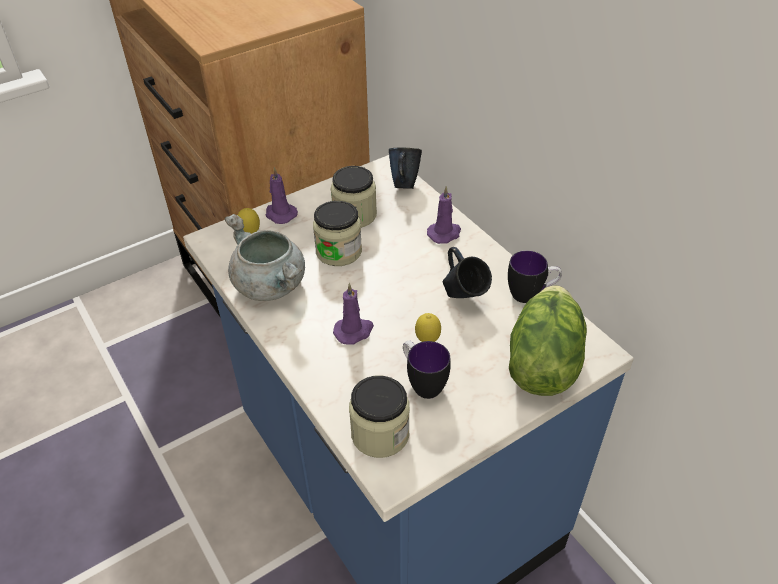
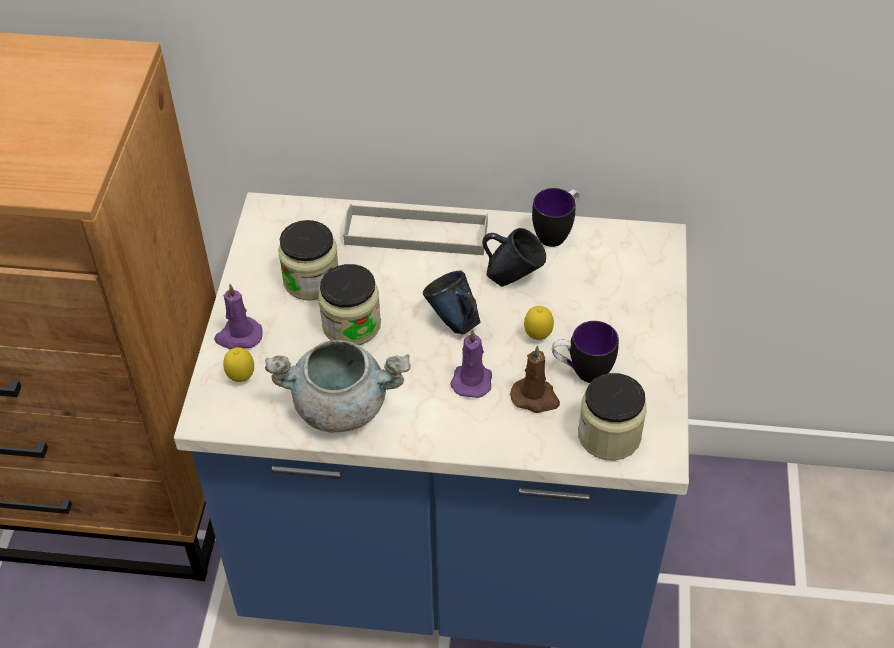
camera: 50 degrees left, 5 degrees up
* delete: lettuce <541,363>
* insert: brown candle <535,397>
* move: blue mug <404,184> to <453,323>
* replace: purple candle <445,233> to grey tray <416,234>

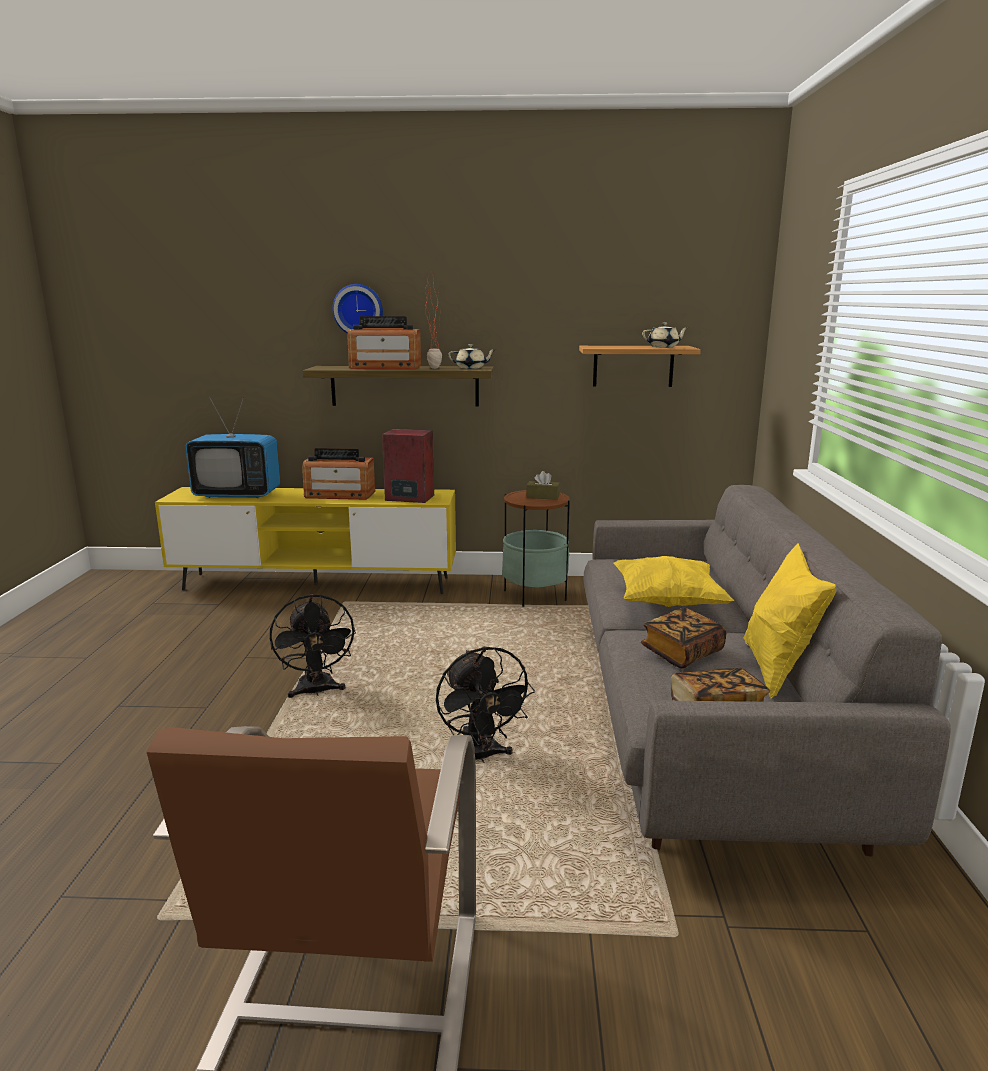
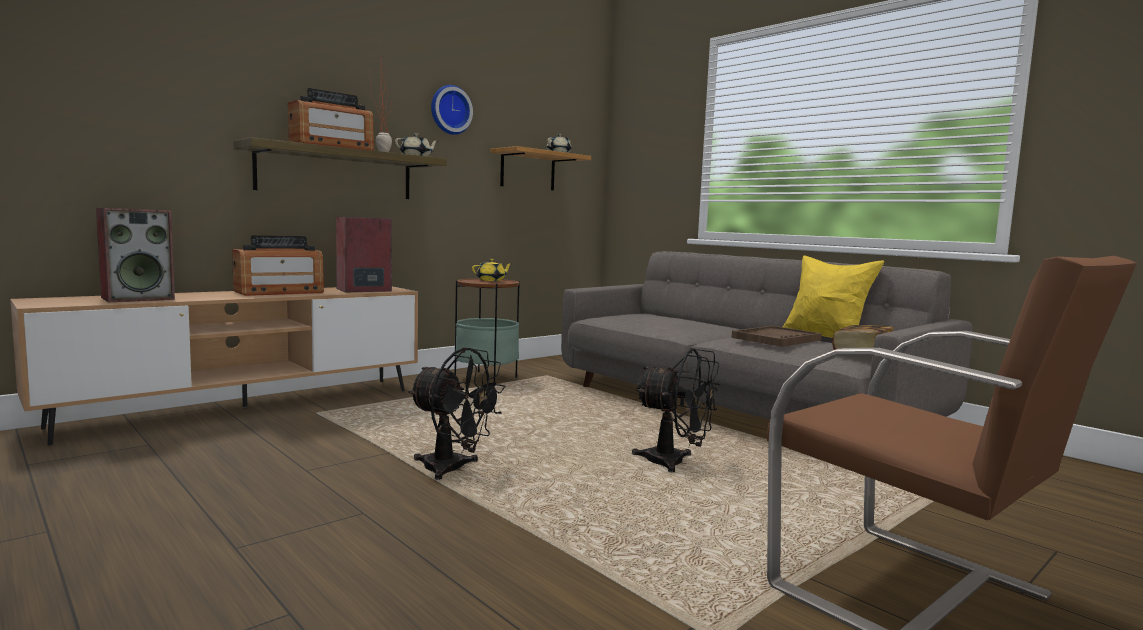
camera: 45 degrees left, 10 degrees down
* delete: yellow pillow <667,603>
* move: wall clock <358,310> to <449,110>
* replace: television <237,495> to speaker <139,298>
* replace: brown tissue box <543,496> to yellow teapot <491,280>
* replace: book <682,653> to brown tray <776,339>
* recolor: yellow tv stand <315,584> to brown tv stand <245,408>

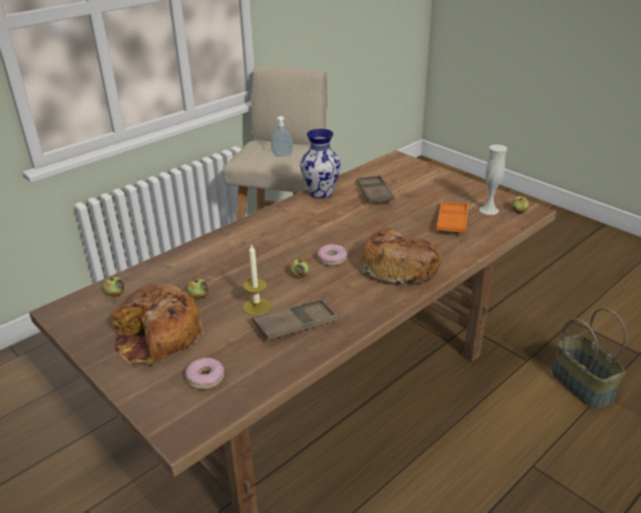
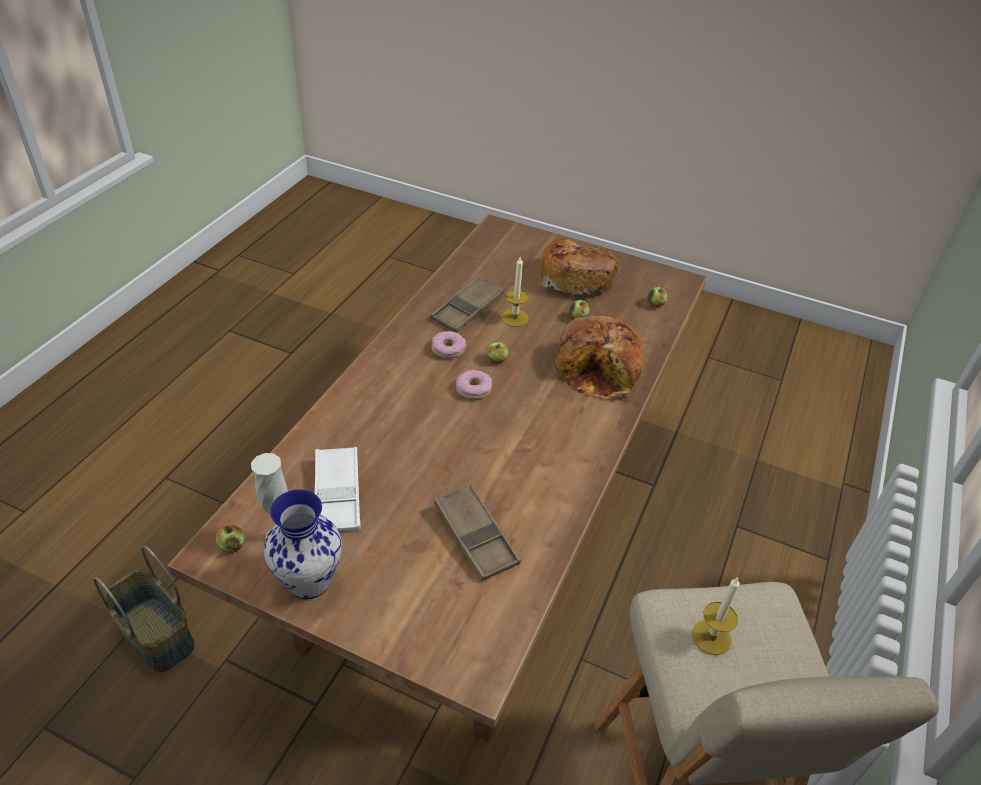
camera: 155 degrees right, 10 degrees up
* move: donut <205,378> to <448,349>
* move: vase <321,192> to <308,582>
* move: bread <399,266> to <599,369>
* replace: soap dispenser <282,155> to candle <711,637>
* recolor: orange tray <452,221> to white tray <337,494>

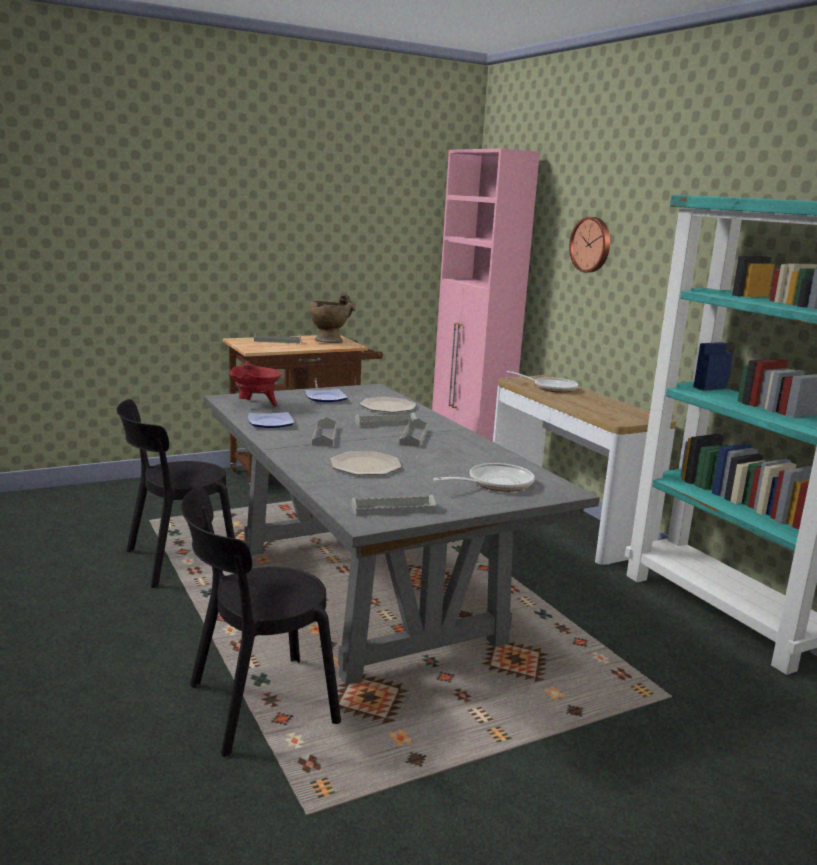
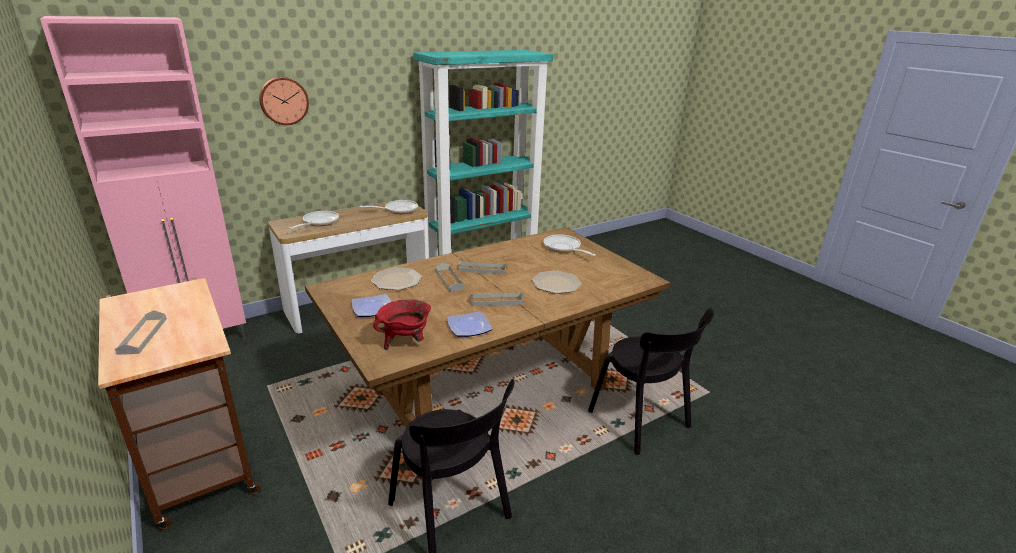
camera: 95 degrees left, 10 degrees up
* delete: beige vase <331,341>
* delete: grey tray <393,509>
* insert: frying pan <398,210>
* recolor: grey dining table <363,593> to brown dining table <489,390>

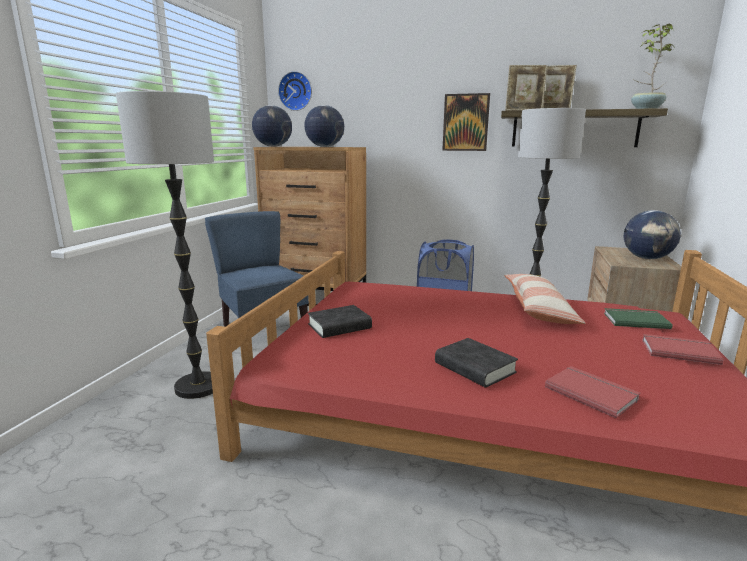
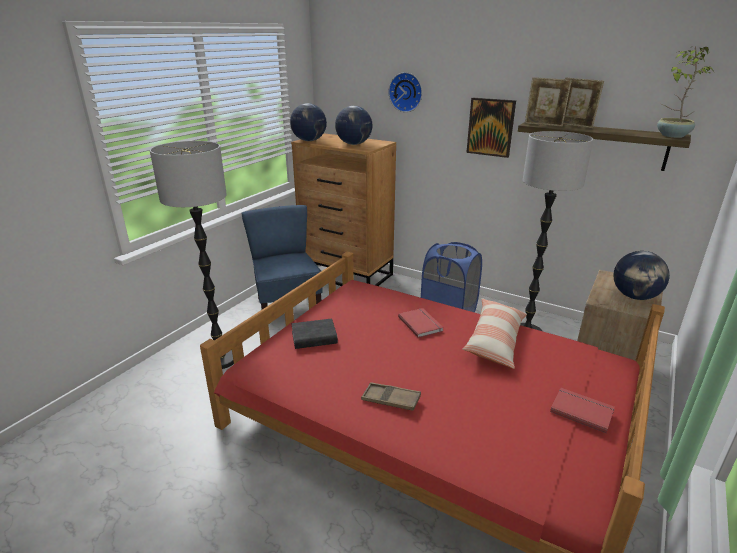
camera: 15 degrees right, 10 degrees up
* delete: green book <635,320>
* move: wall clock <296,91> to <406,92>
* move: red book <591,392> to <421,323>
* replace: black book <474,368> to brown tray <391,400>

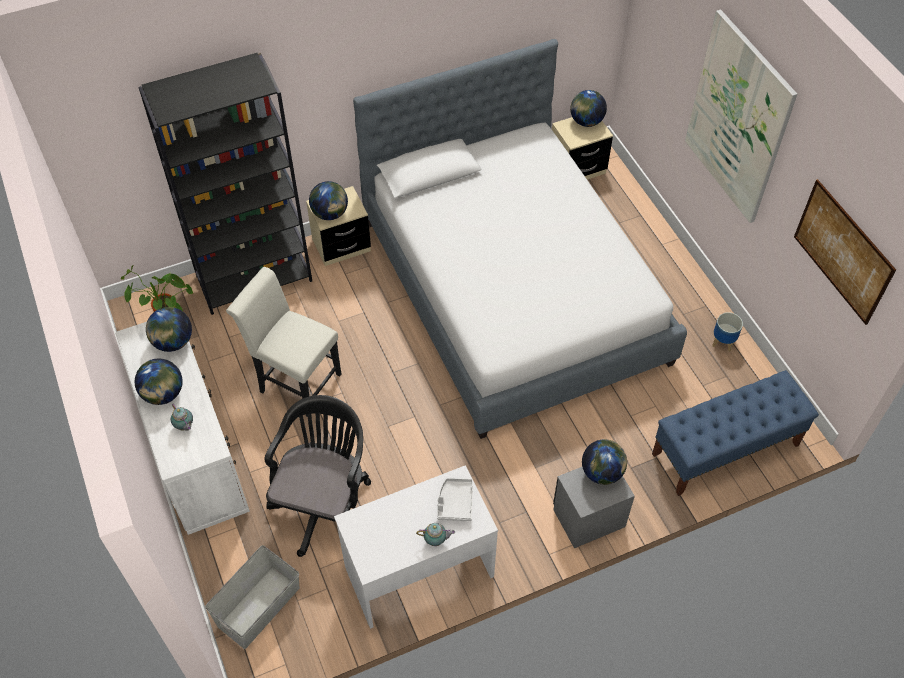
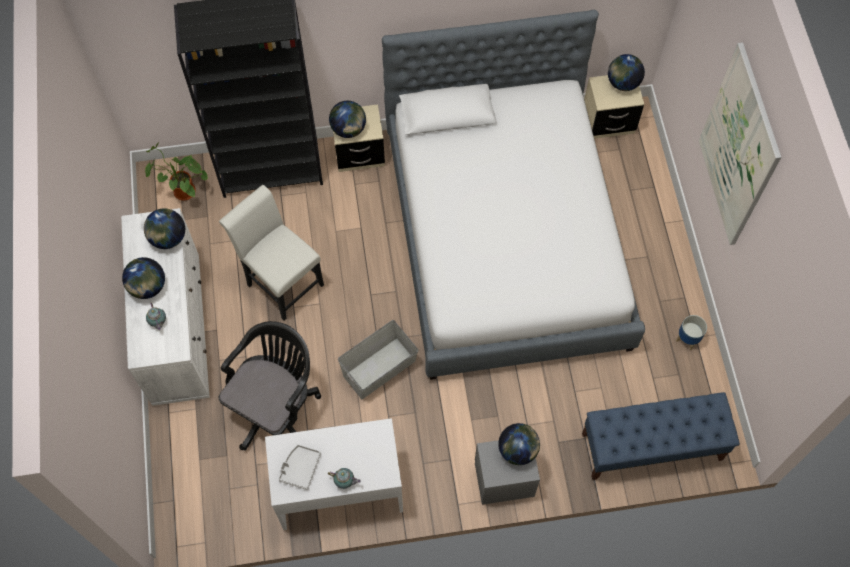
camera: 15 degrees right, 10 degrees up
* delete: picture <842,251>
* move: grey storage box <258,607> to <378,368>
* move: grey tray <455,503> to <300,468>

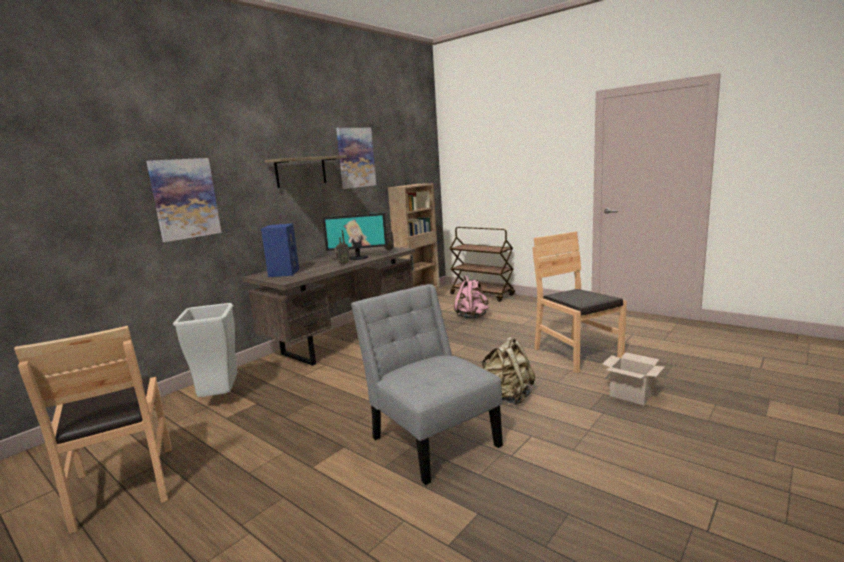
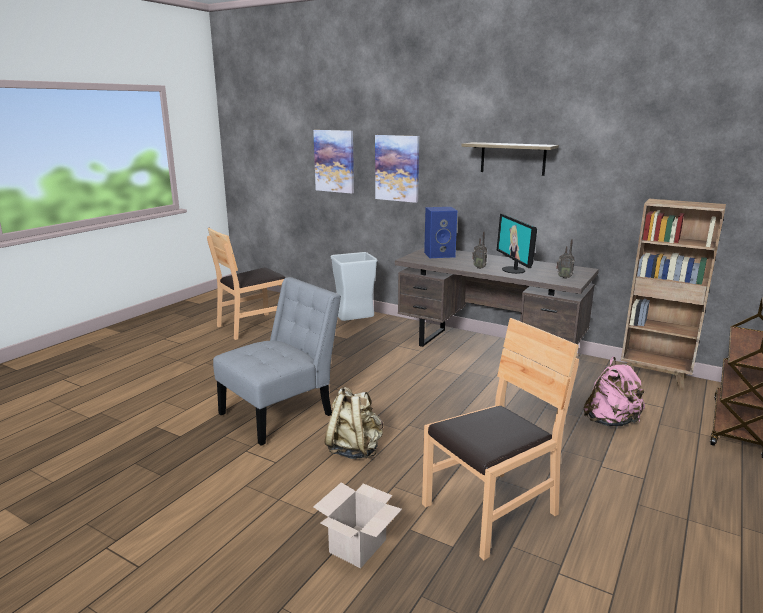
camera: 80 degrees right, 5 degrees up
* move: picture <356,157> to <334,161>

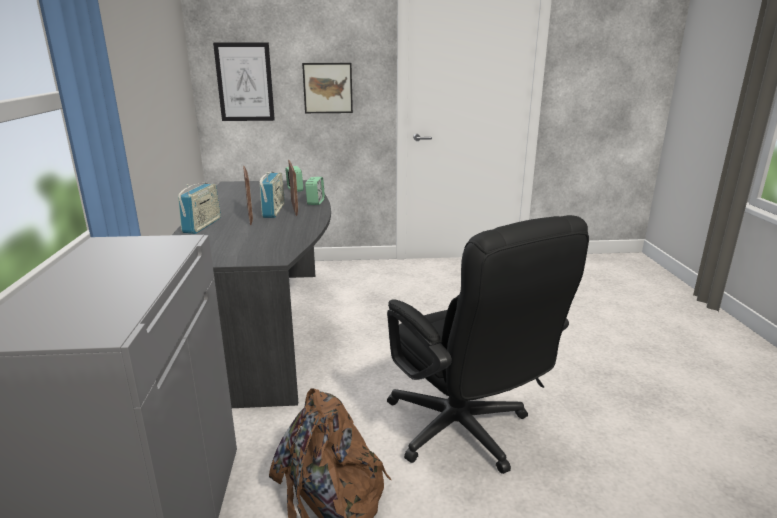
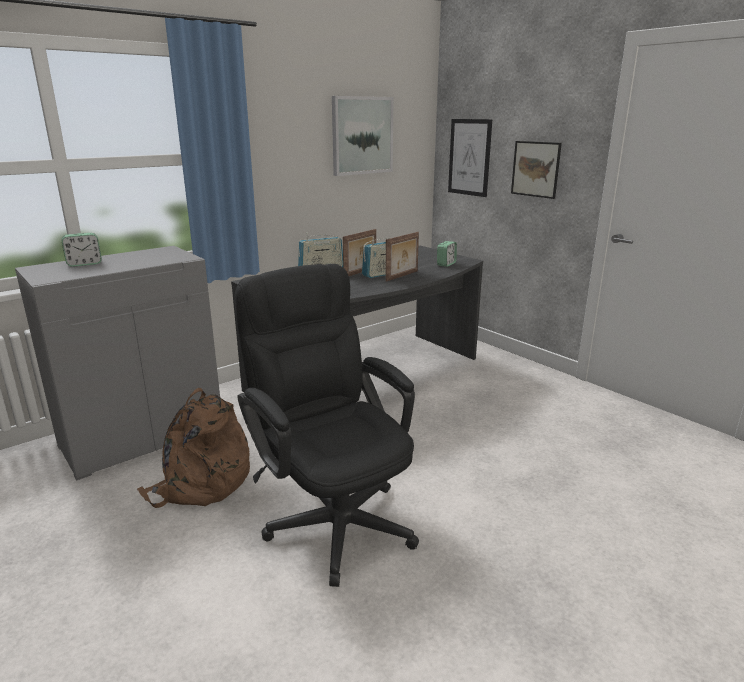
camera: 55 degrees right, 0 degrees up
* insert: picture <362,135>
* move: alarm clock <315,202> to <84,264>
* rotate: black office chair <465,434> = <333,516> 120 degrees clockwise

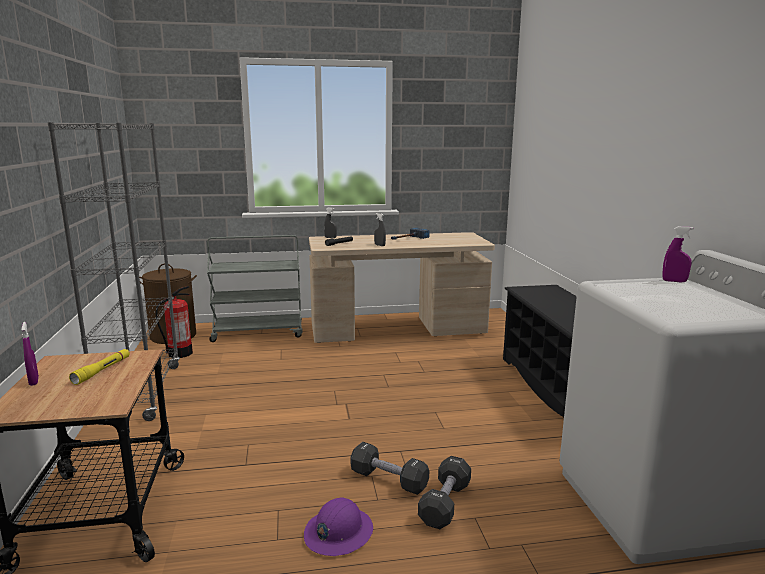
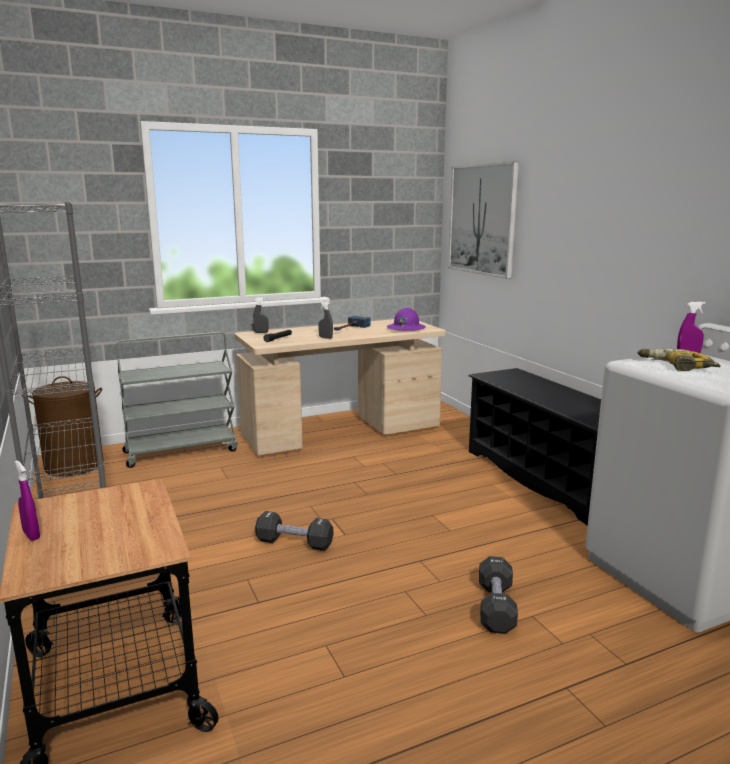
camera: 15 degrees left, 0 degrees up
* delete: yellow flashlight <102,371>
* delete: fire extinguisher <180,353>
* insert: picture <482,219>
* insert: power drill <675,367>
* move: purple hard hat <338,532> to <406,328>
* move: black dumbbell <389,480> to <294,543>

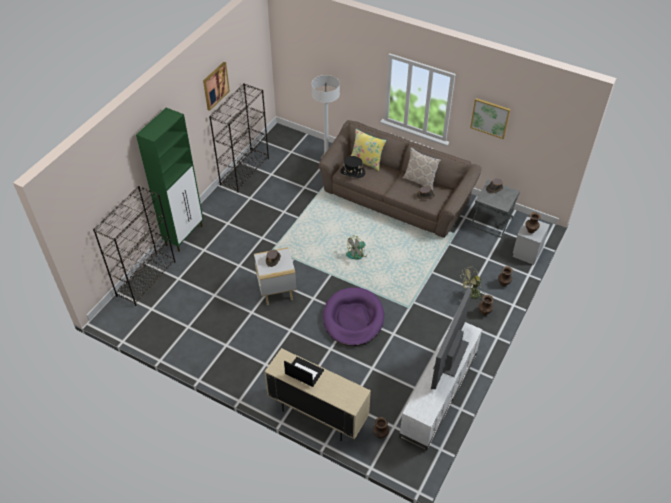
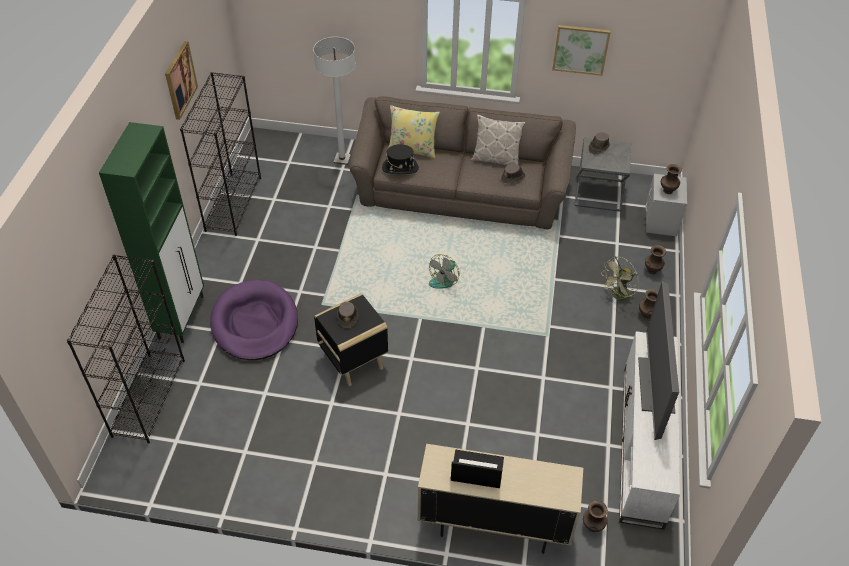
camera: 20 degrees left, 0 degrees up
* move: purple dog bed <353,319> to <255,323>
* recolor: white side table <276,289> to black side table <352,359>

